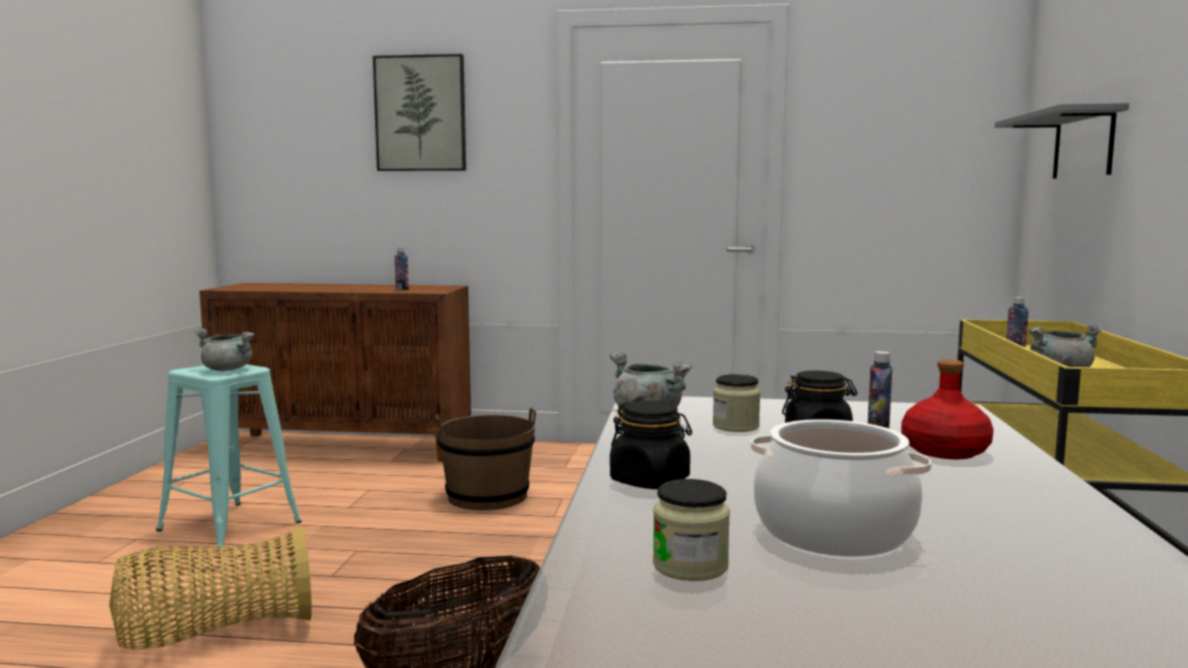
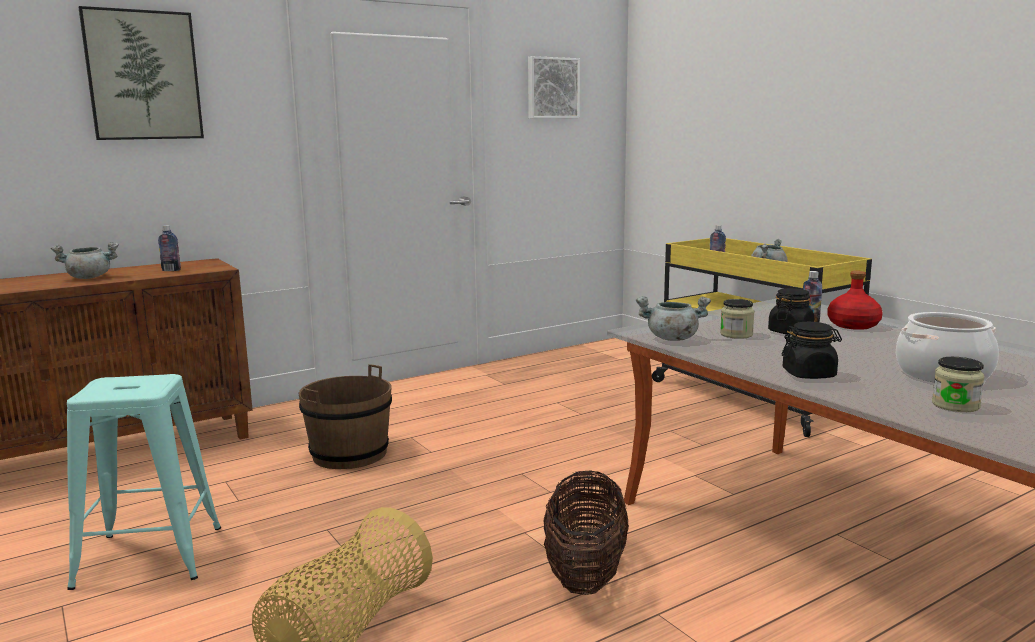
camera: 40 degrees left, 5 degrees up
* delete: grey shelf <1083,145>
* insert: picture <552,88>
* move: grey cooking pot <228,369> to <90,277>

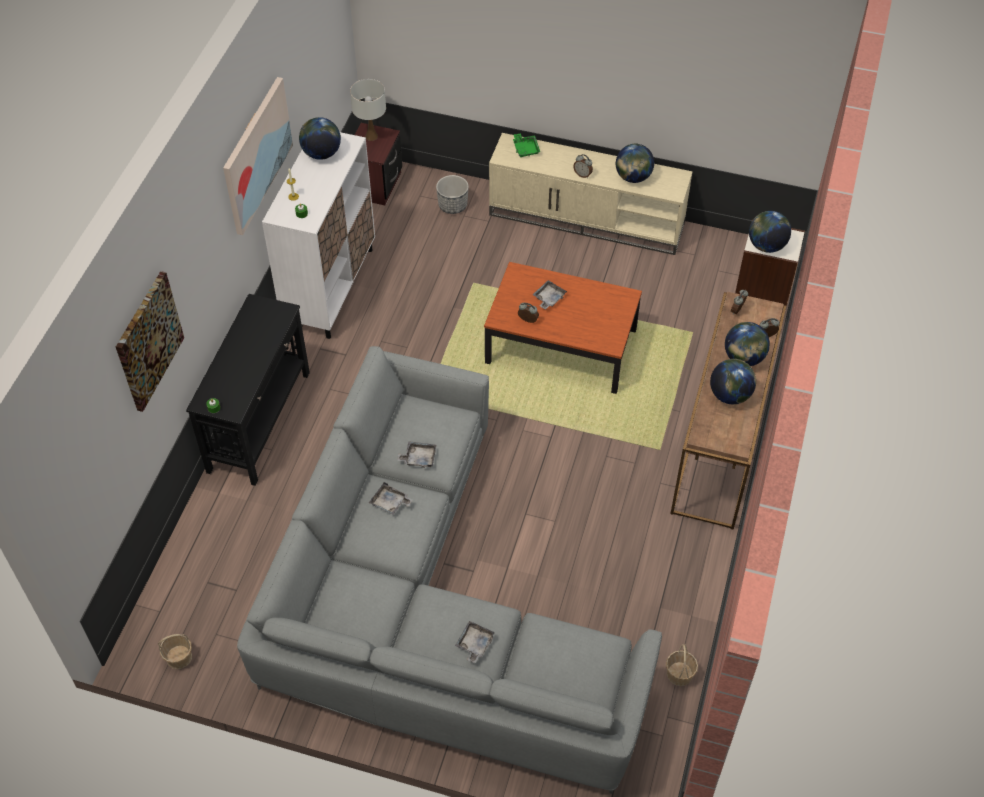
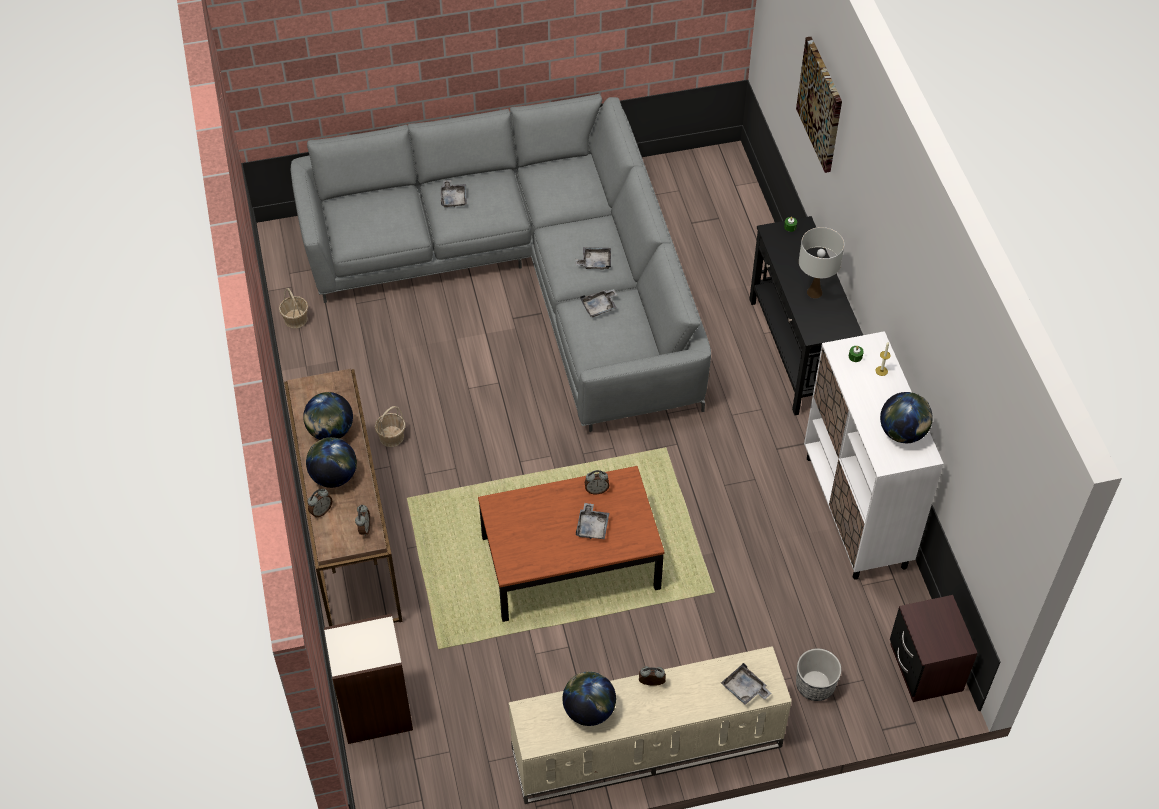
camera: 150 degrees right, 0 degrees up
* delete: picture <256,155>
* delete: globe <766,246>
* move: basket <179,657> to <391,437>
* move: white table lamp <371,136> to <814,292>
* recolor: green tray <525,149> to grey tray <745,689>

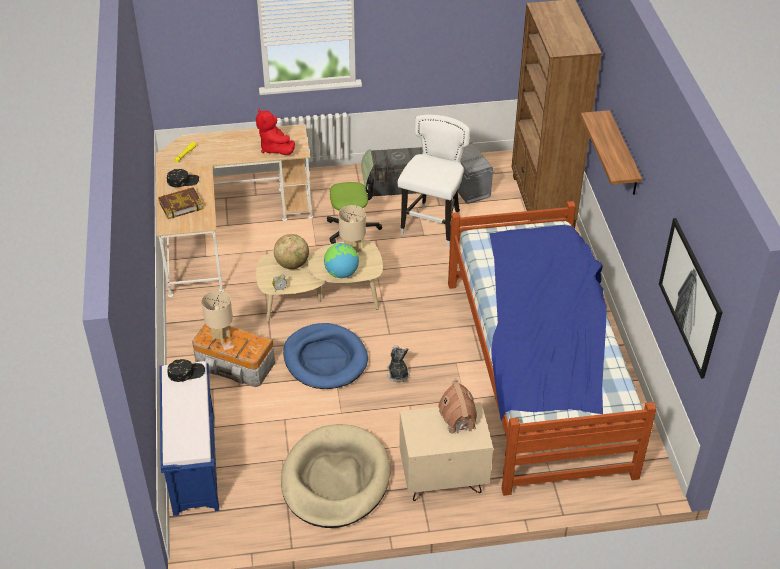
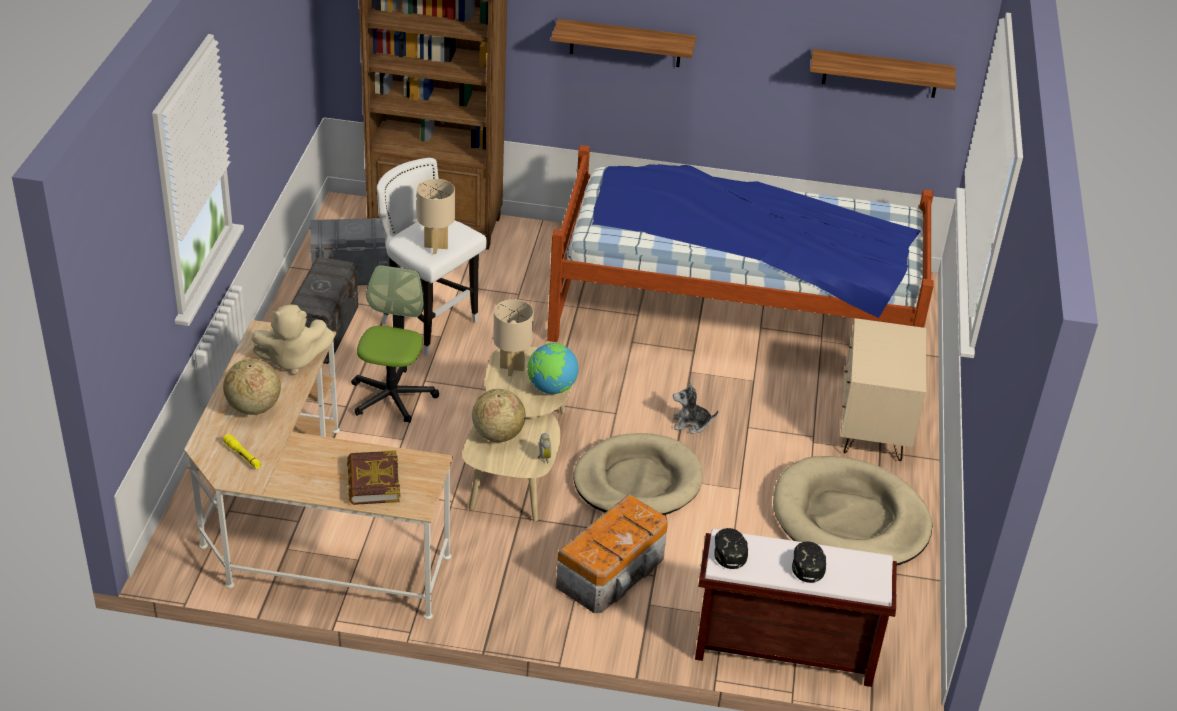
camera: 75 degrees left, 5 degrees down
* delete: toy house <458,421>
* insert: globe <253,407>
* move: black cap <183,181> to <808,563>
* move: beige table lamp <221,337> to <436,247>
* replace: picture <690,297> to shelf <880,73>
* recolor: blue bench <193,463> to brown bench <783,649>
* recolor: red plush toy <275,148> to beige plush toy <293,360>
* recolor: blue dog bed <325,359> to beige dog bed <637,481>

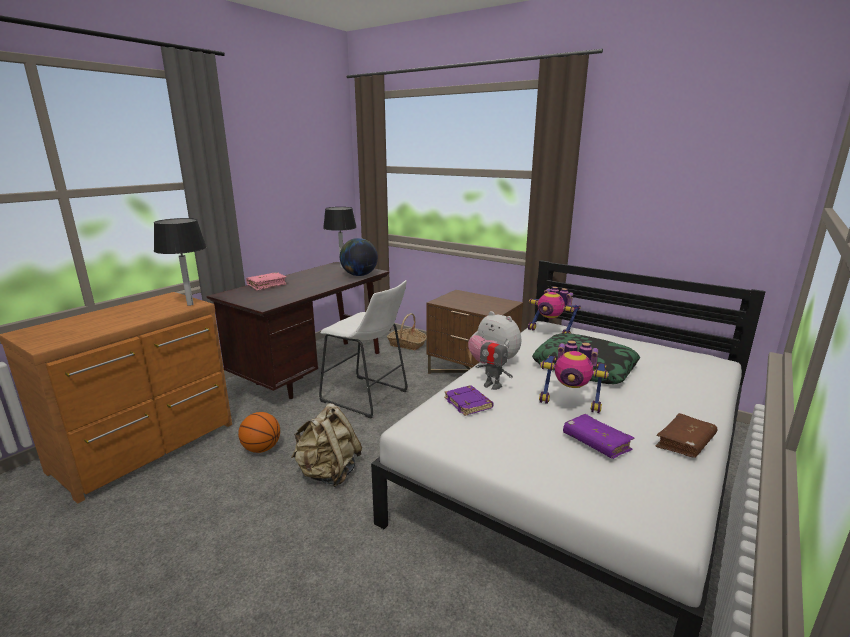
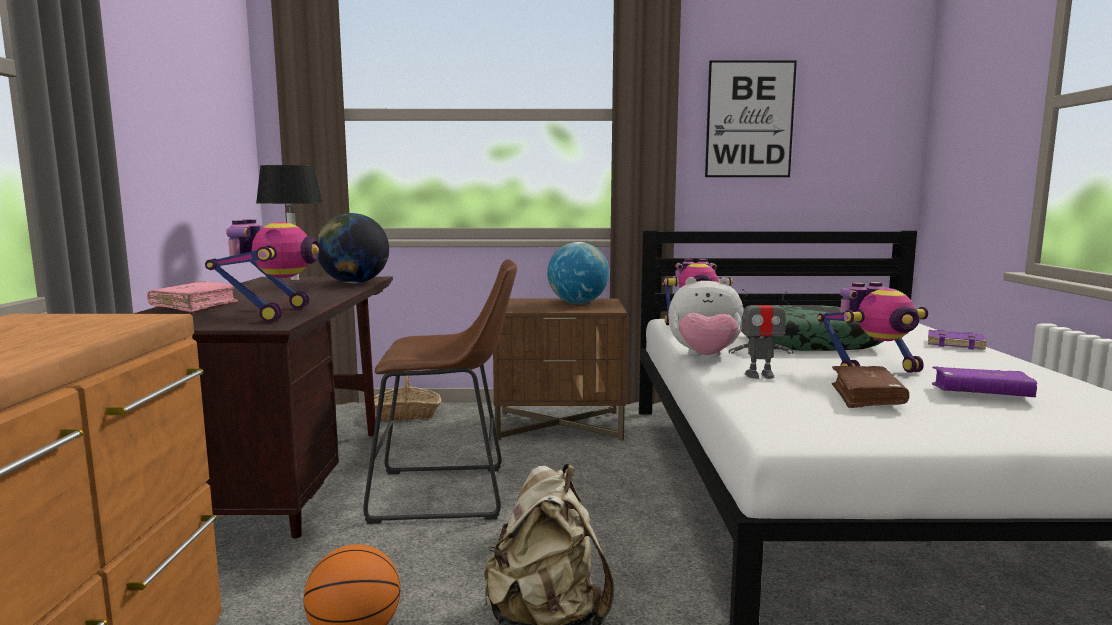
camera: 35 degrees left, 10 degrees down
* delete: black table lamp <190,304>
* insert: toy robot <273,314>
* insert: globe <577,303>
* insert: picture <749,119>
* move: purple book <469,403> to <956,344>
* move: brown book <685,443> to <867,397>
* recolor: white stool <368,398> to brown stool <448,494>

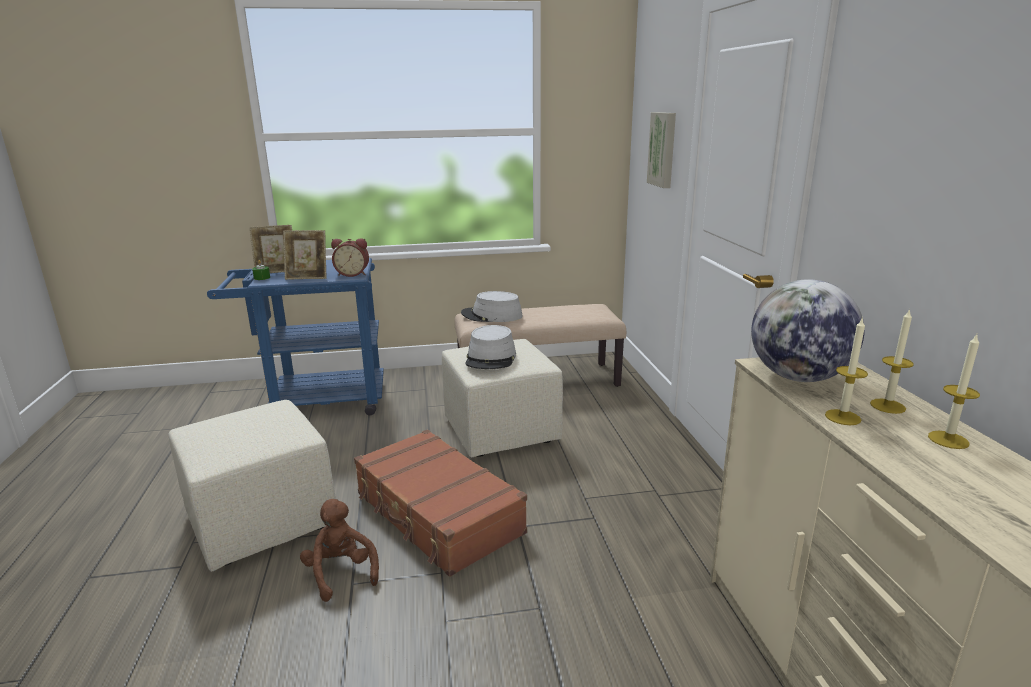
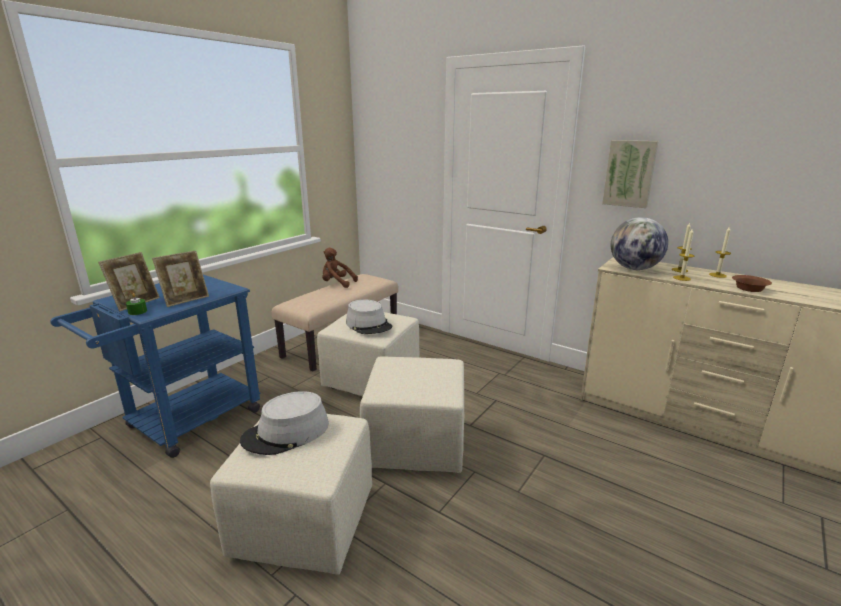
camera: 45 degrees left, 0 degrees up
* delete: alarm clock <353,274>
* insert: brown bowl <748,288>
* move: brown plush toy <341,573> to <337,283>
* move: grey hat <491,316> to <286,433>
* move: picture <663,149> to <629,173>
* replace: brown suitcase <437,514> to beige ottoman <417,444>

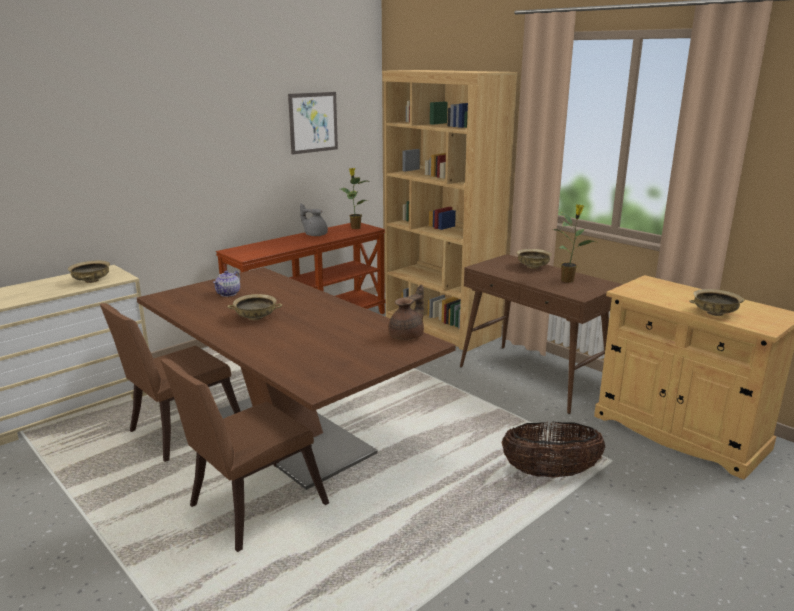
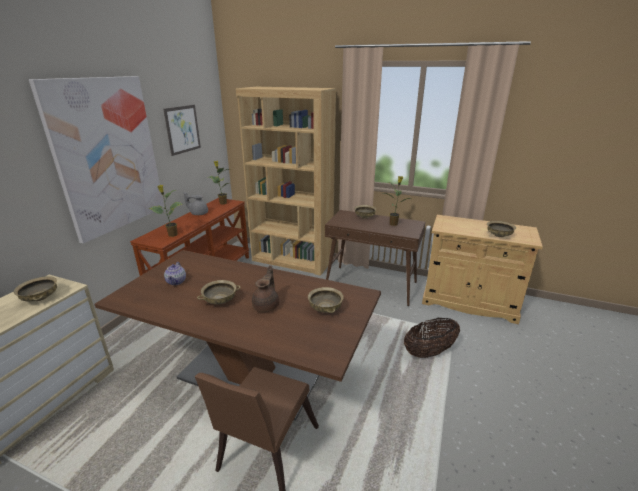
camera: 25 degrees left, 5 degrees up
* delete: brown chair <180,432>
* insert: picture <108,156>
* insert: potted plant <172,235>
* insert: beige bowl <325,308>
* move: brown teapot <408,336> to <267,306>

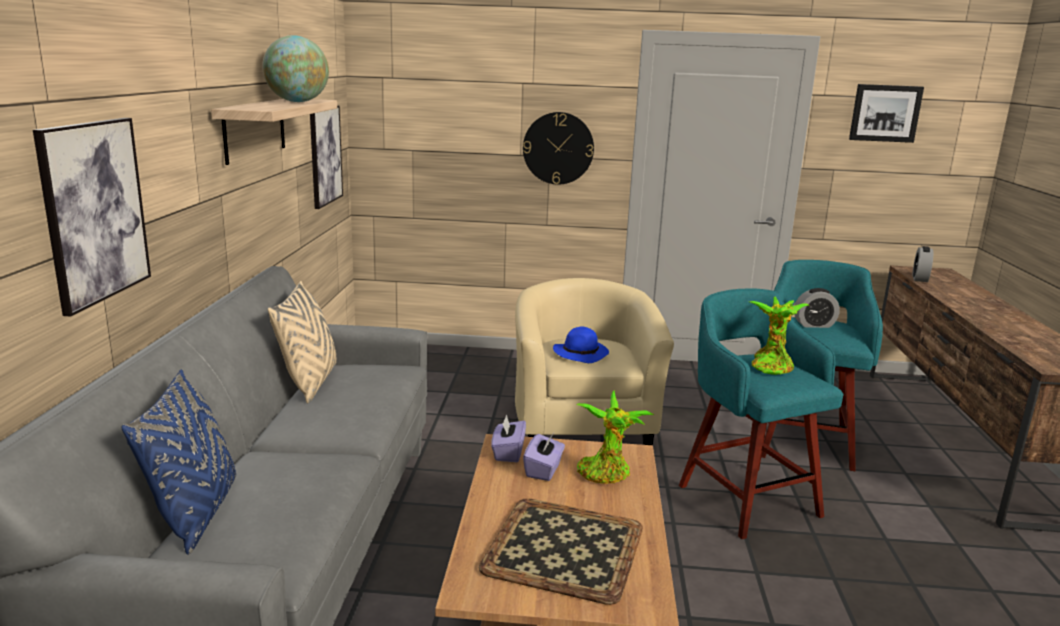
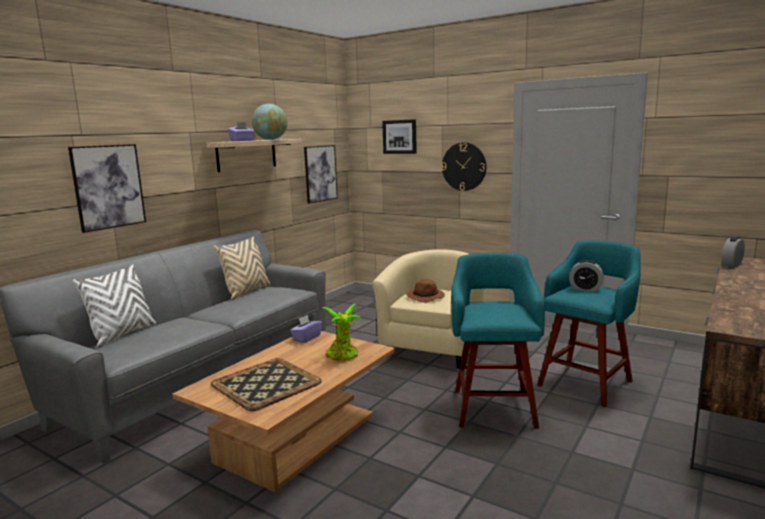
camera: 30 degrees right, 5 degrees down
* delete: potted plant <771,366>
* move: purple tissue box <544,470> to <242,140>
* move: picture <885,113> to <400,136>
* recolor: blue pillow <195,514> to white pillow <122,335>
* recolor: blue hat <581,354> to brown hat <426,297>

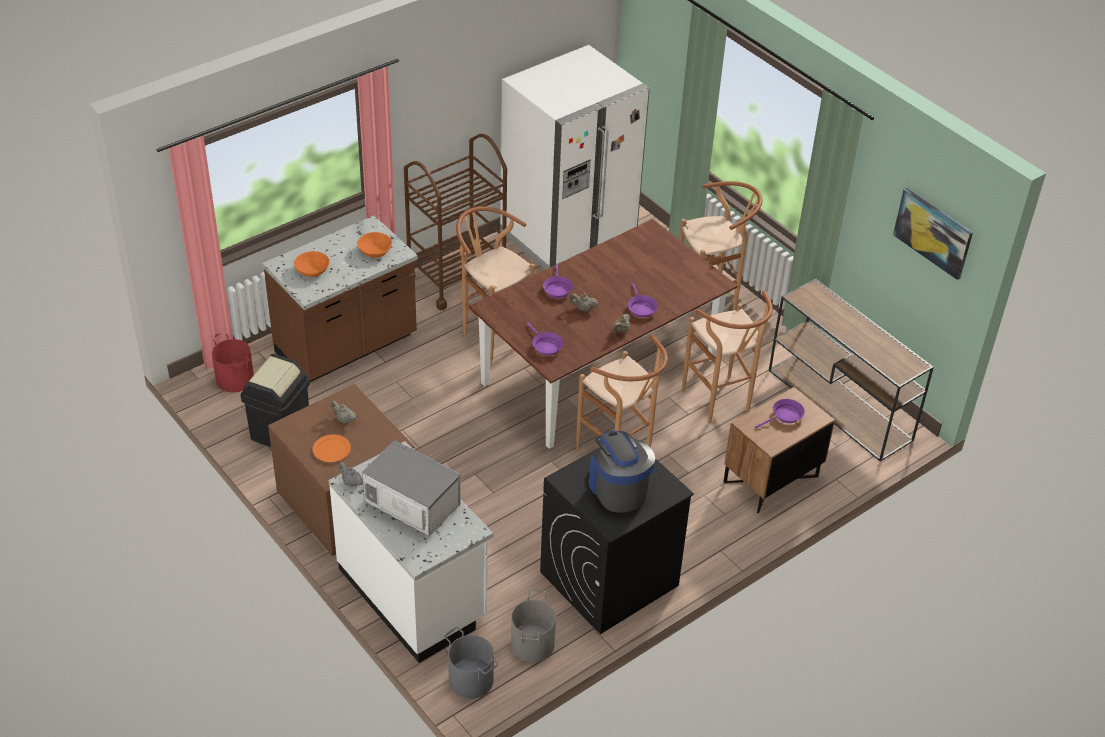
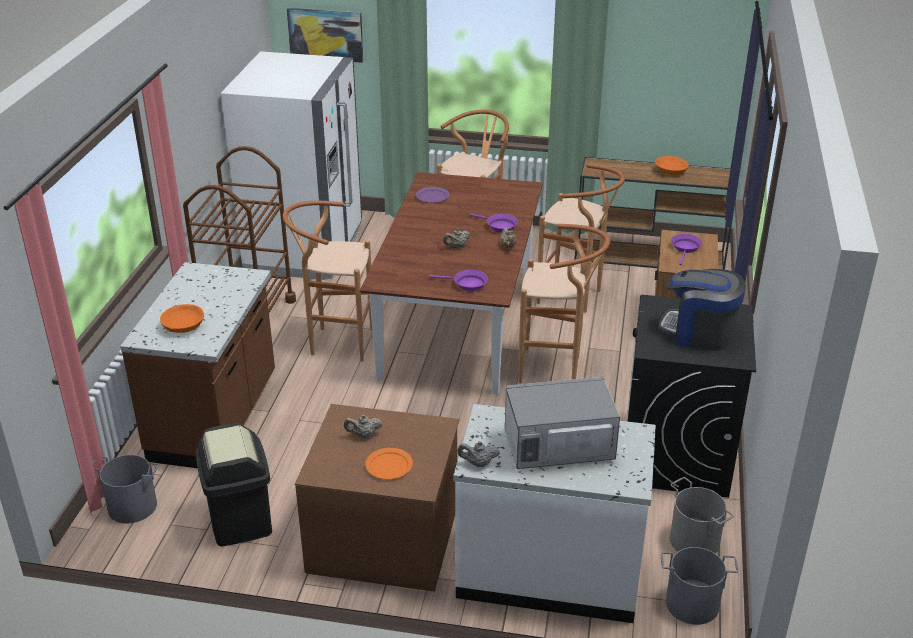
camera: 40 degrees left, 10 degrees down
* delete: purple frying pan <557,289>
* insert: purple plate <432,196>
* move: orange bowl <375,250> to <670,171>
* move: picture <933,233> to <325,34>
* recolor: red bucket <234,379> to grey bucket <132,507>

